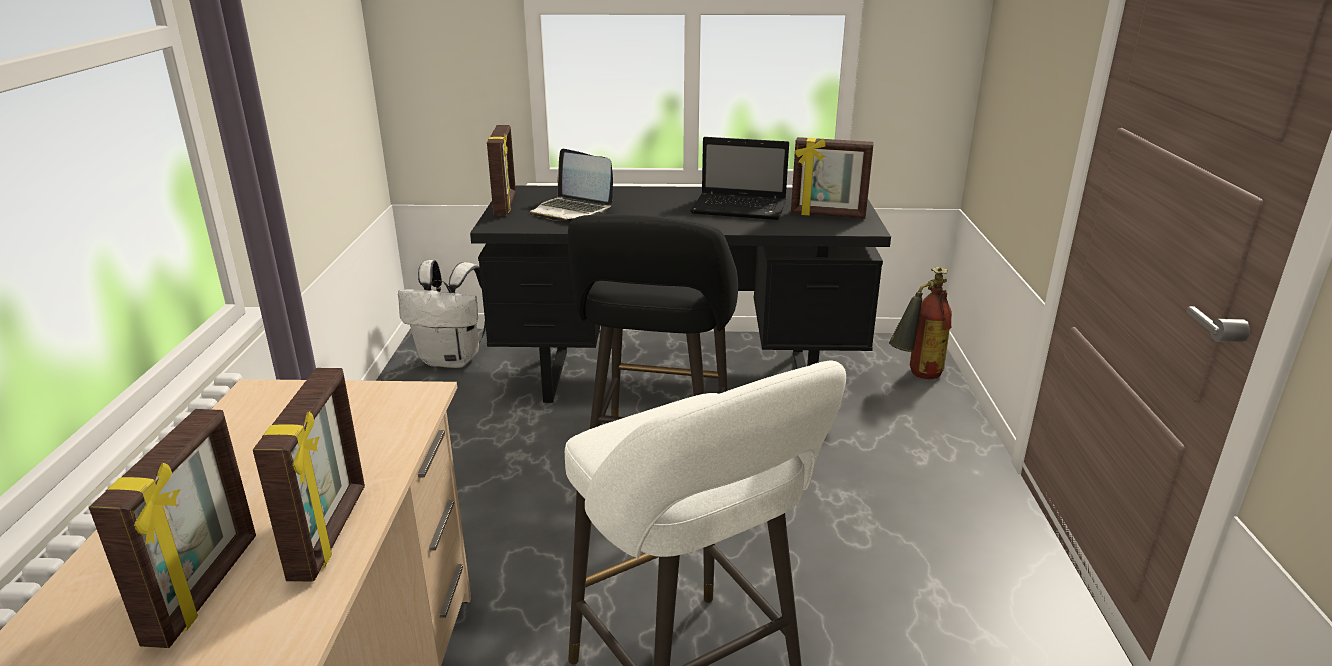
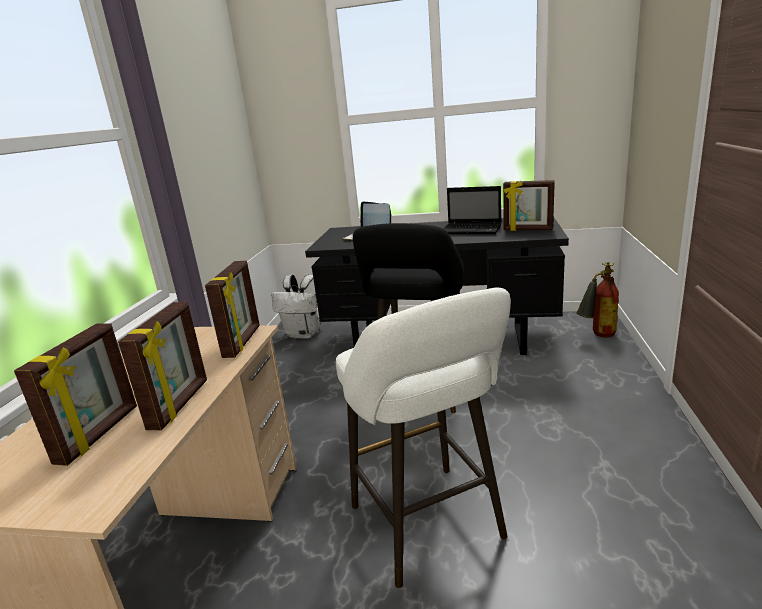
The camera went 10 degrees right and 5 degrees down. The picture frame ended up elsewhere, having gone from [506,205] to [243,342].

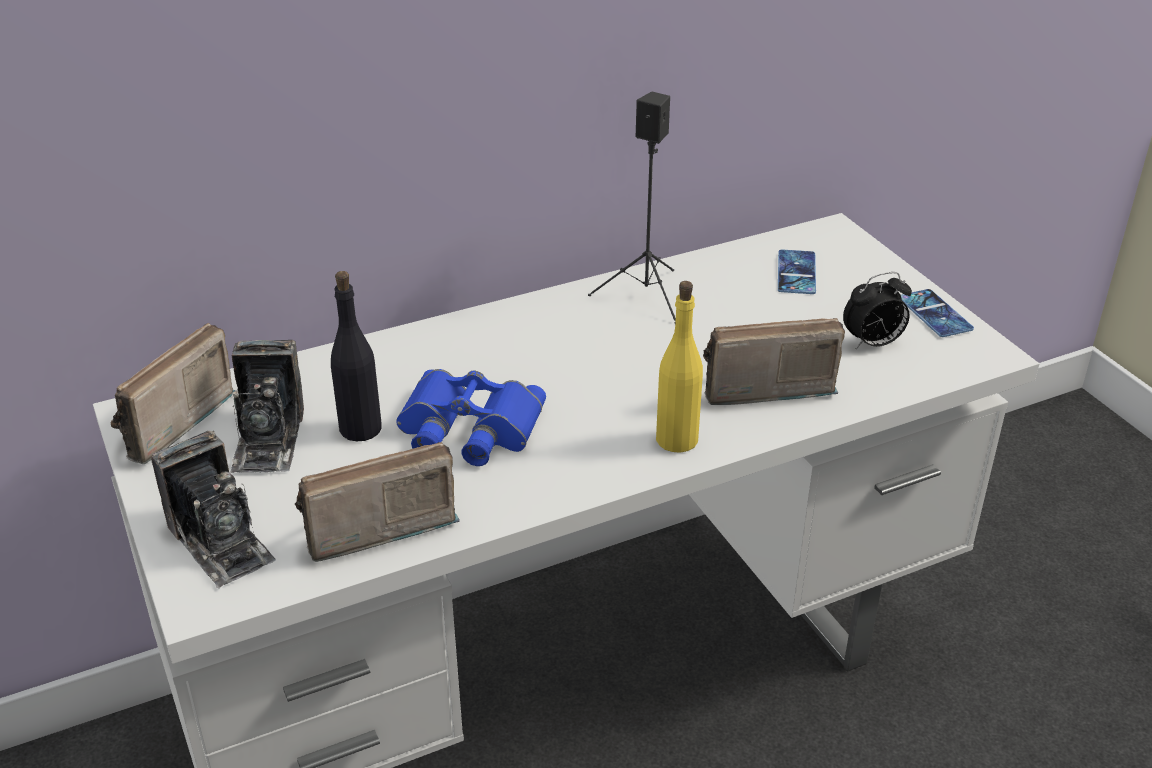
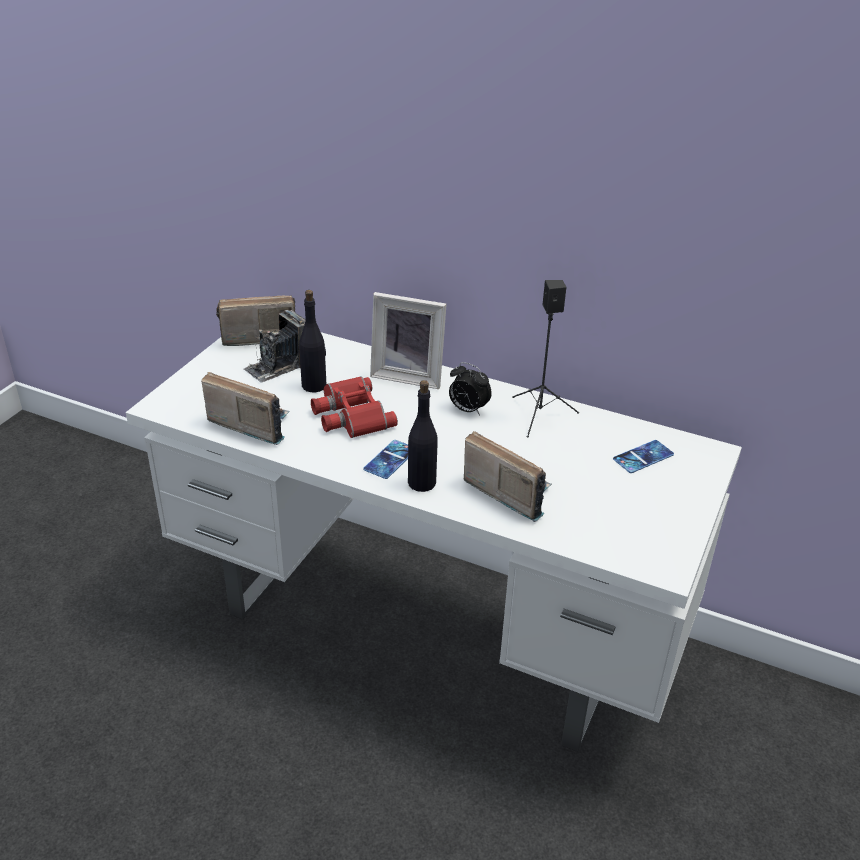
The camera went 50 degrees right and 0 degrees up. The second view lost the photo camera at [221,542]. What was the binoculars (blue) at [467,429] turned into the binoculars (red) at [350,415]. What was the bottle (yellow) at [676,439] turned into the bottle (black) at [422,483]. The alarm clock ended up elsewhere, having gone from [872,344] to [467,410]. The phone ended up elsewhere, having gone from [935,314] to [390,459]. The second view gained the picture frame at [408,375].

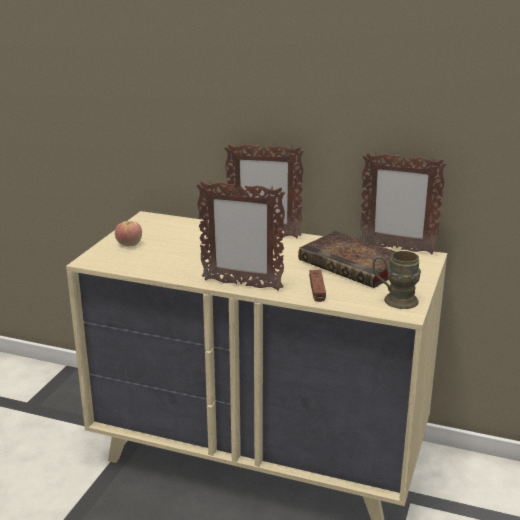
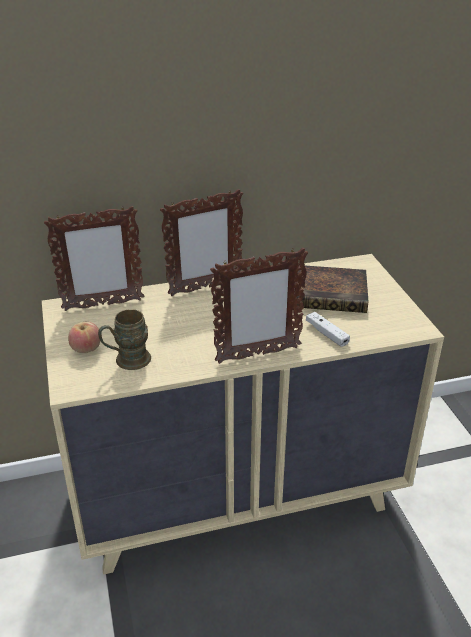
The camera went 35 degrees left and 10 degrees up. What was the game controller (brown) at [317,290] turned into the game controller (white) at [326,334]. The picture frame ended up elsewhere, having gone from [396,248] to [102,305]. The mug (brown) ended up elsewhere, having gone from [394,300] to [127,361].

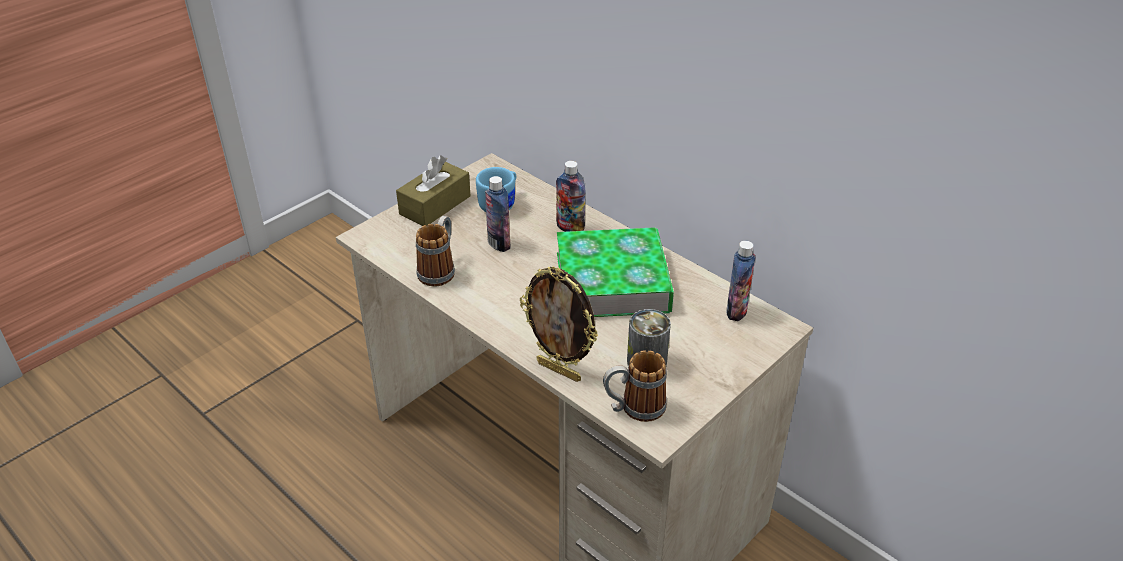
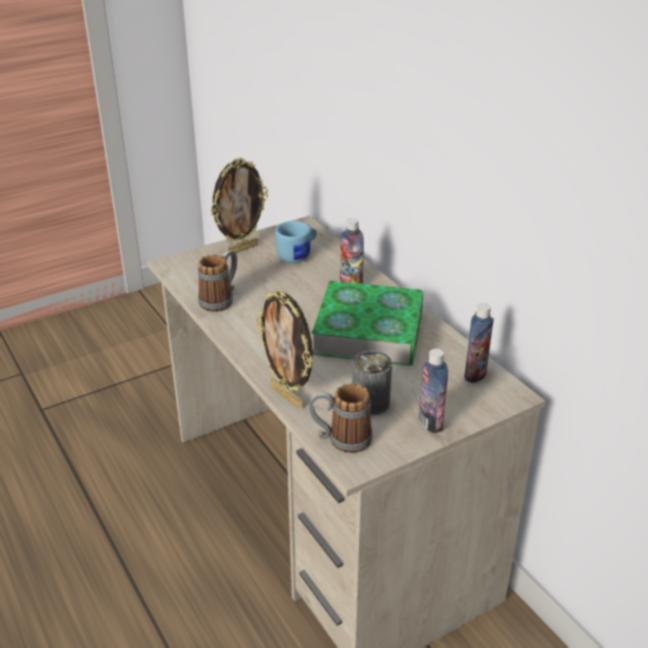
The camera went 15 degrees right and 5 degrees down. Where the tissue box (brown) stood at [435,205], the picture frame came to stand at [241,249]. The bottle ended up elsewhere, having gone from [499,244] to [430,422].

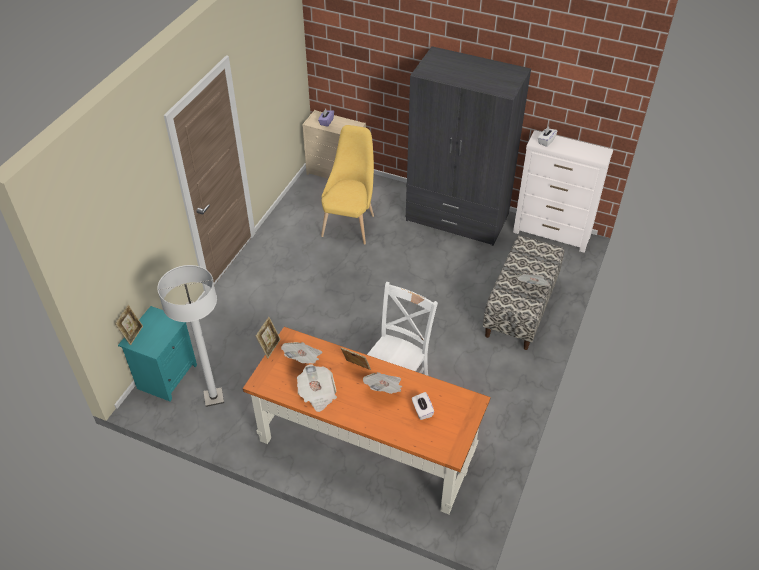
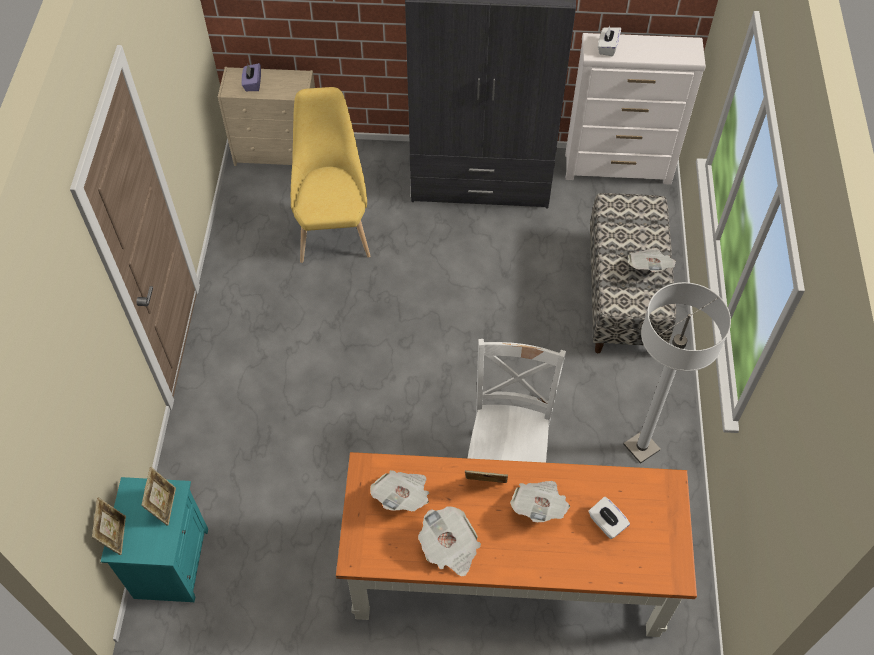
The camera went 20 degrees left and 10 degrees up. The floor lamp (white) ended up elsewhere, having gone from [214,398] to [641,447]. The picture frame ended up elsewhere, having gone from [269,347] to [164,505].

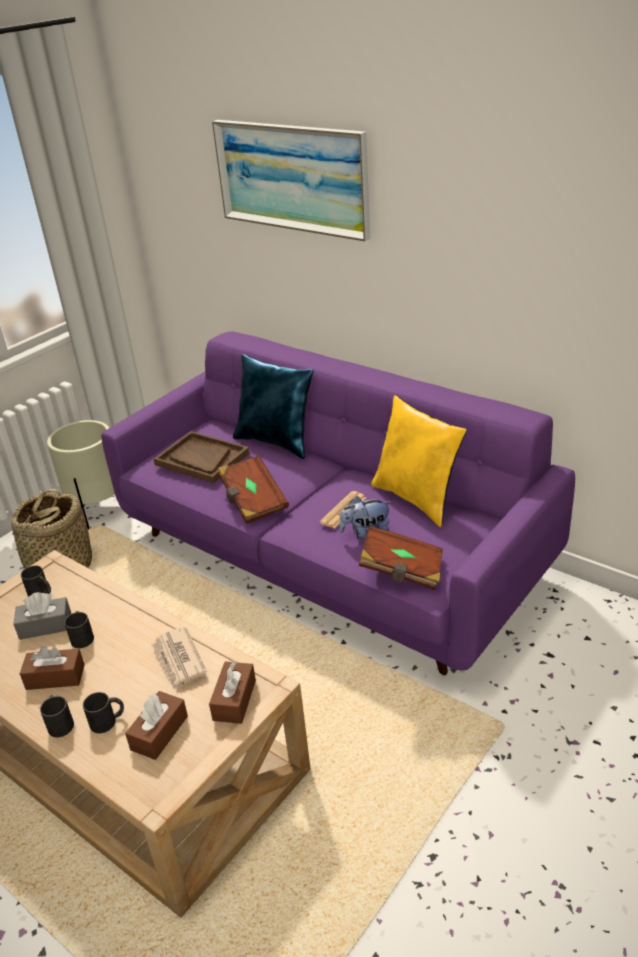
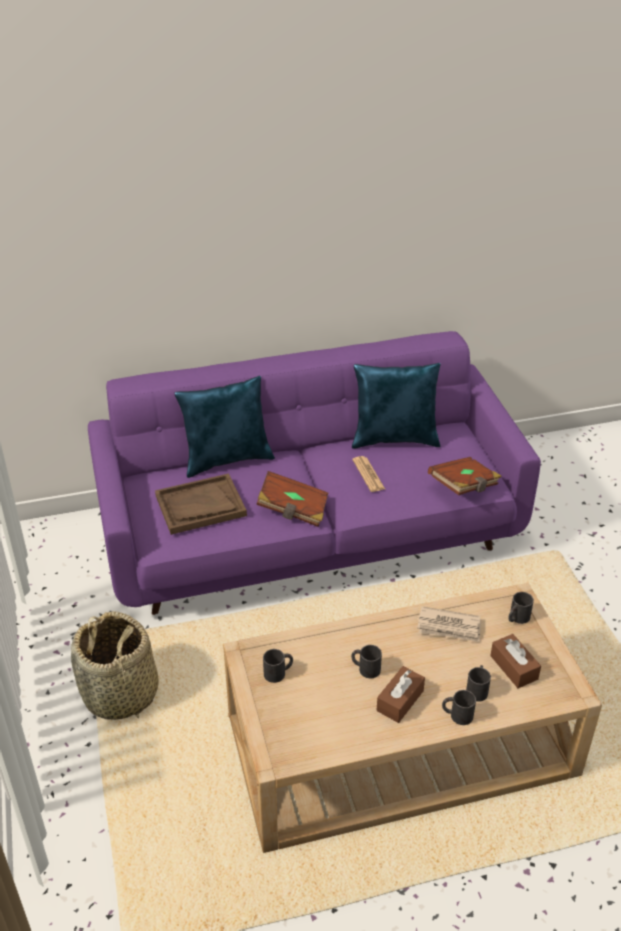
The camera went 55 degrees left and 5 degrees up. The second view lost the tissue box (grey) at [45,626]. The second view lost the planter (beige) at [99,511]. Where the tissue box (brown) stood at [234,700], the mug (black) came to stand at [517,618]. The second view lost the picture at [291,177]. The second view lost the plush toy at [366,533]. What was the pillow (yellow) at [417,499] turned into the pillow (blue) at [395,439].

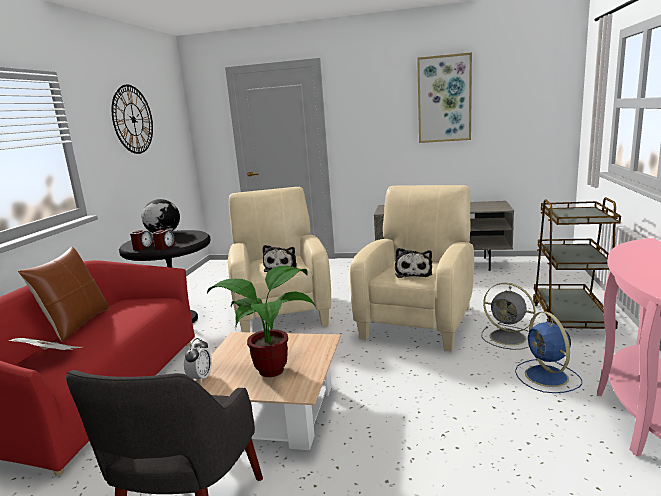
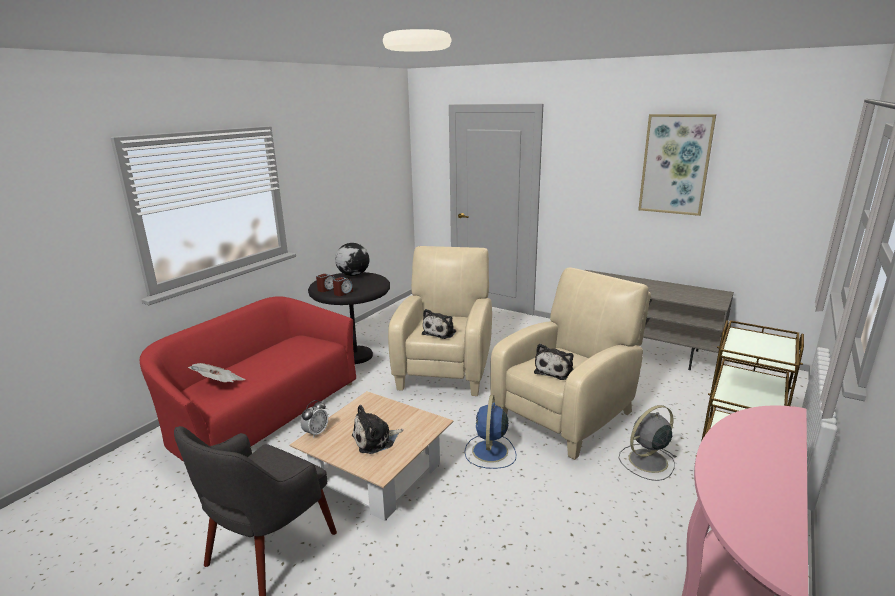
The camera went 20 degrees right and 5 degrees up. The second view lost the pillow (brown) at [76,324]. The second view lost the wall clock at [133,119]. Where the potted plant stood at [274,368], the plush toy came to stand at [375,440]. The fan (grey) at [509,337] ended up facing another way, 90 degrees clockwise from before. The fan (blue) ended up elsewhere, having gone from [547,377] to [490,452].

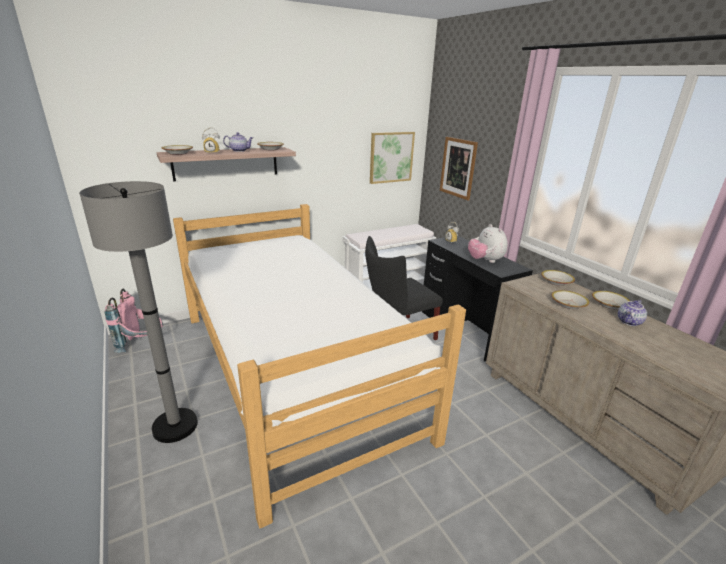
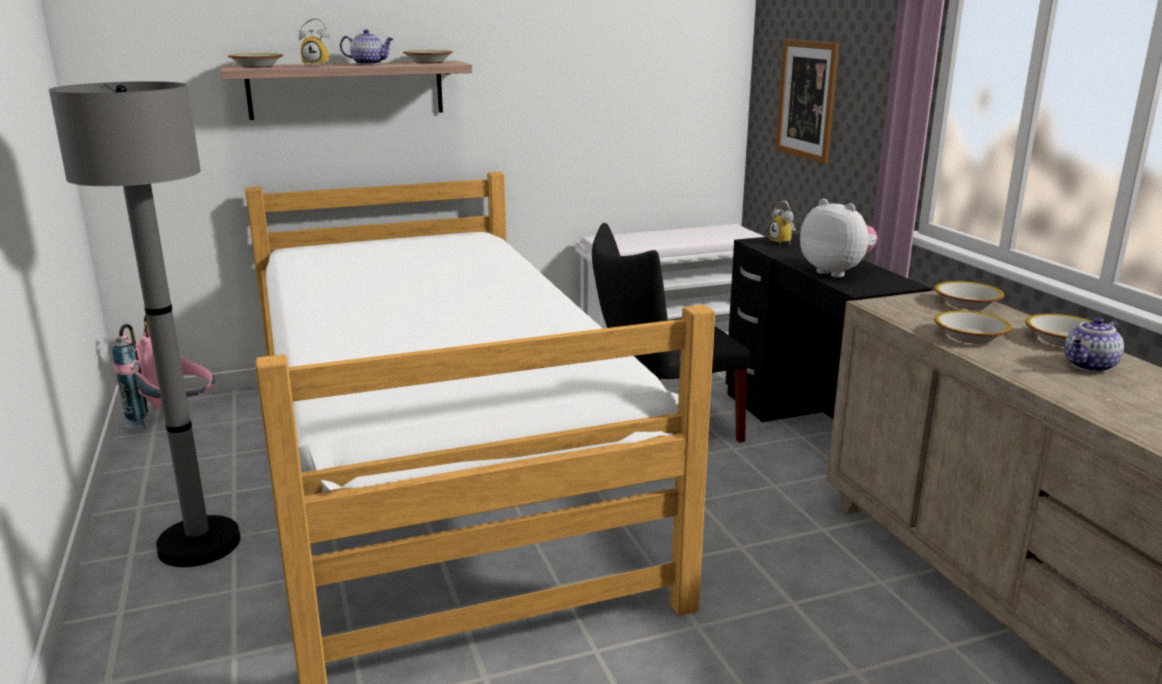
The camera went 10 degrees right and 5 degrees down. The second view lost the picture at [391,157]. The plush toy at [485,261] ended up facing another way, 150 degrees clockwise from before.

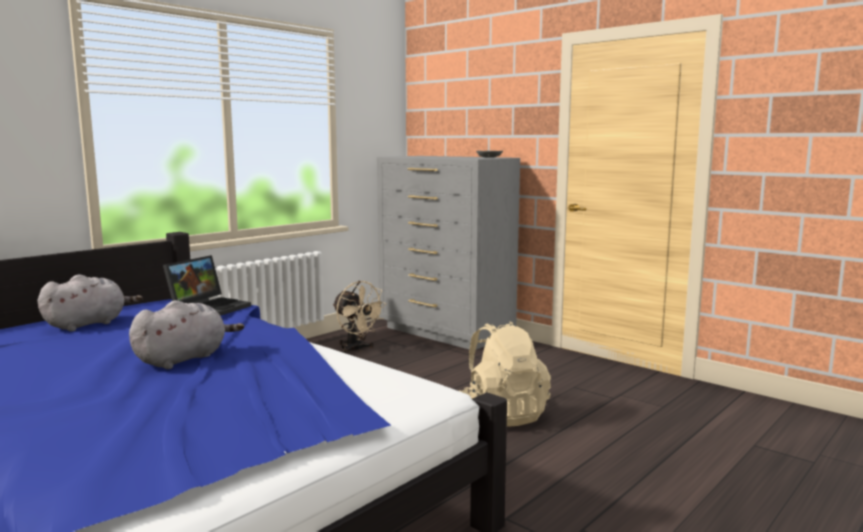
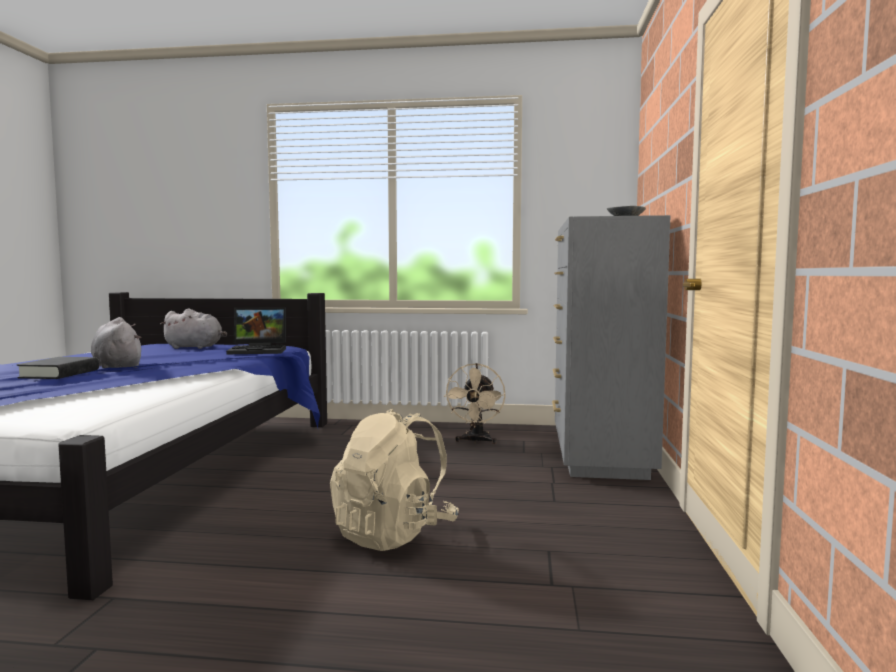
The camera went 55 degrees right and 5 degrees down. The plush toy (grey) at [184,359] ended up facing another way, 135 degrees counterclockwise from before. The second view gained the book (black) at [60,374].

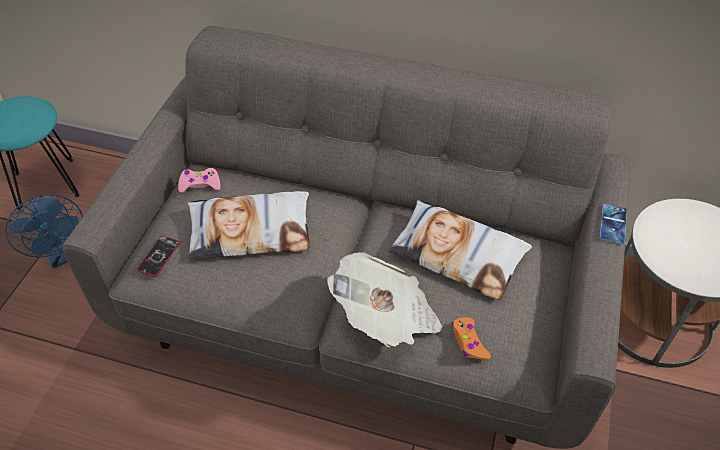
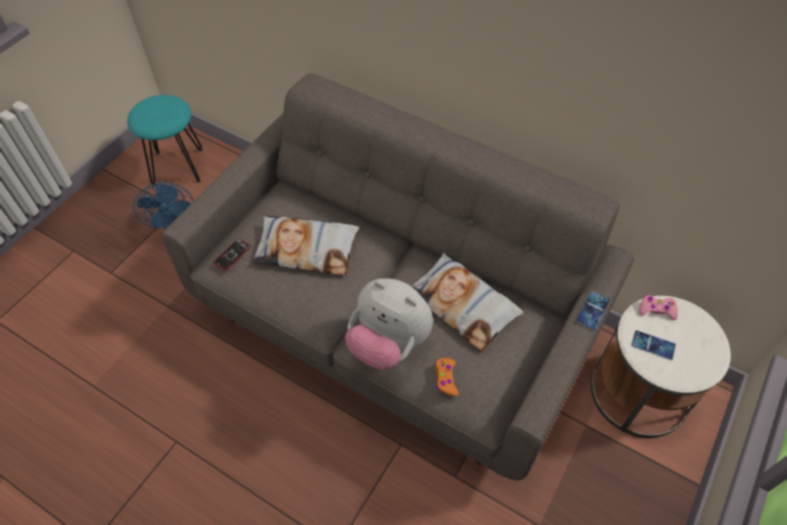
The camera went 15 degrees right and 5 degrees up. The game controller (pink) ended up elsewhere, having gone from [200,184] to [656,310]. Where the newspaper stood at [386,317], the plush toy came to stand at [388,343]. The second view gained the phone at [653,345].

